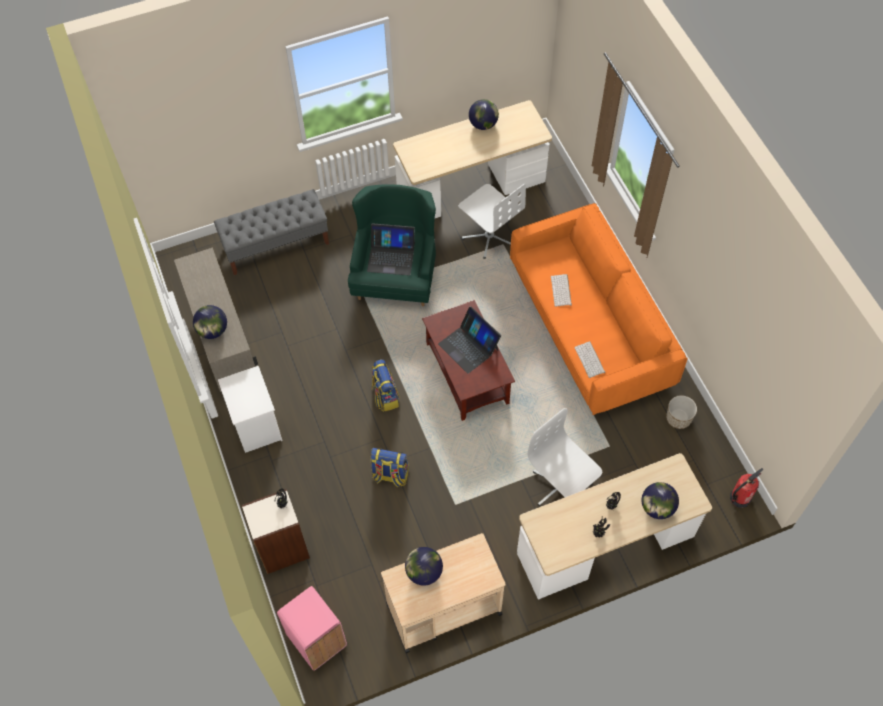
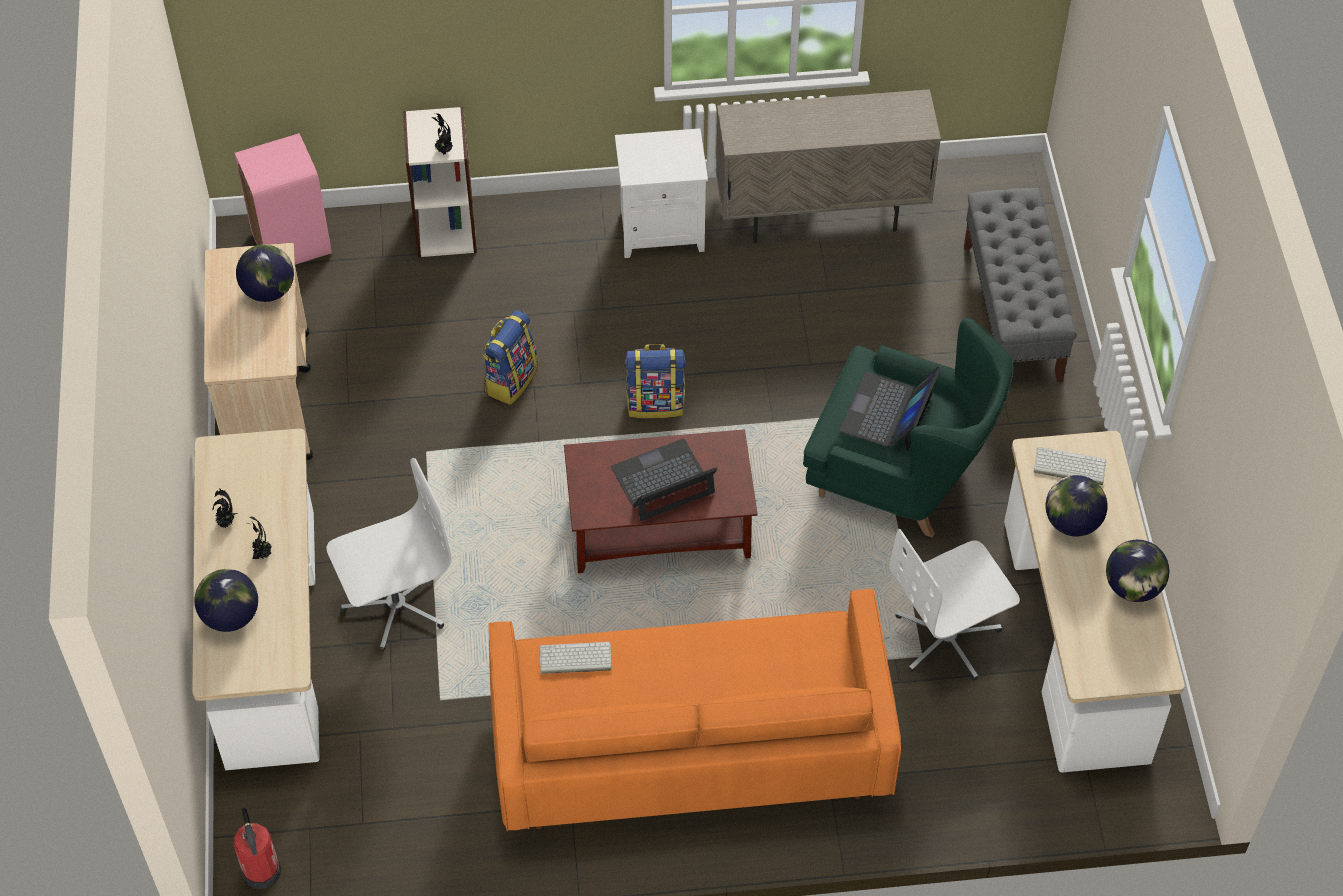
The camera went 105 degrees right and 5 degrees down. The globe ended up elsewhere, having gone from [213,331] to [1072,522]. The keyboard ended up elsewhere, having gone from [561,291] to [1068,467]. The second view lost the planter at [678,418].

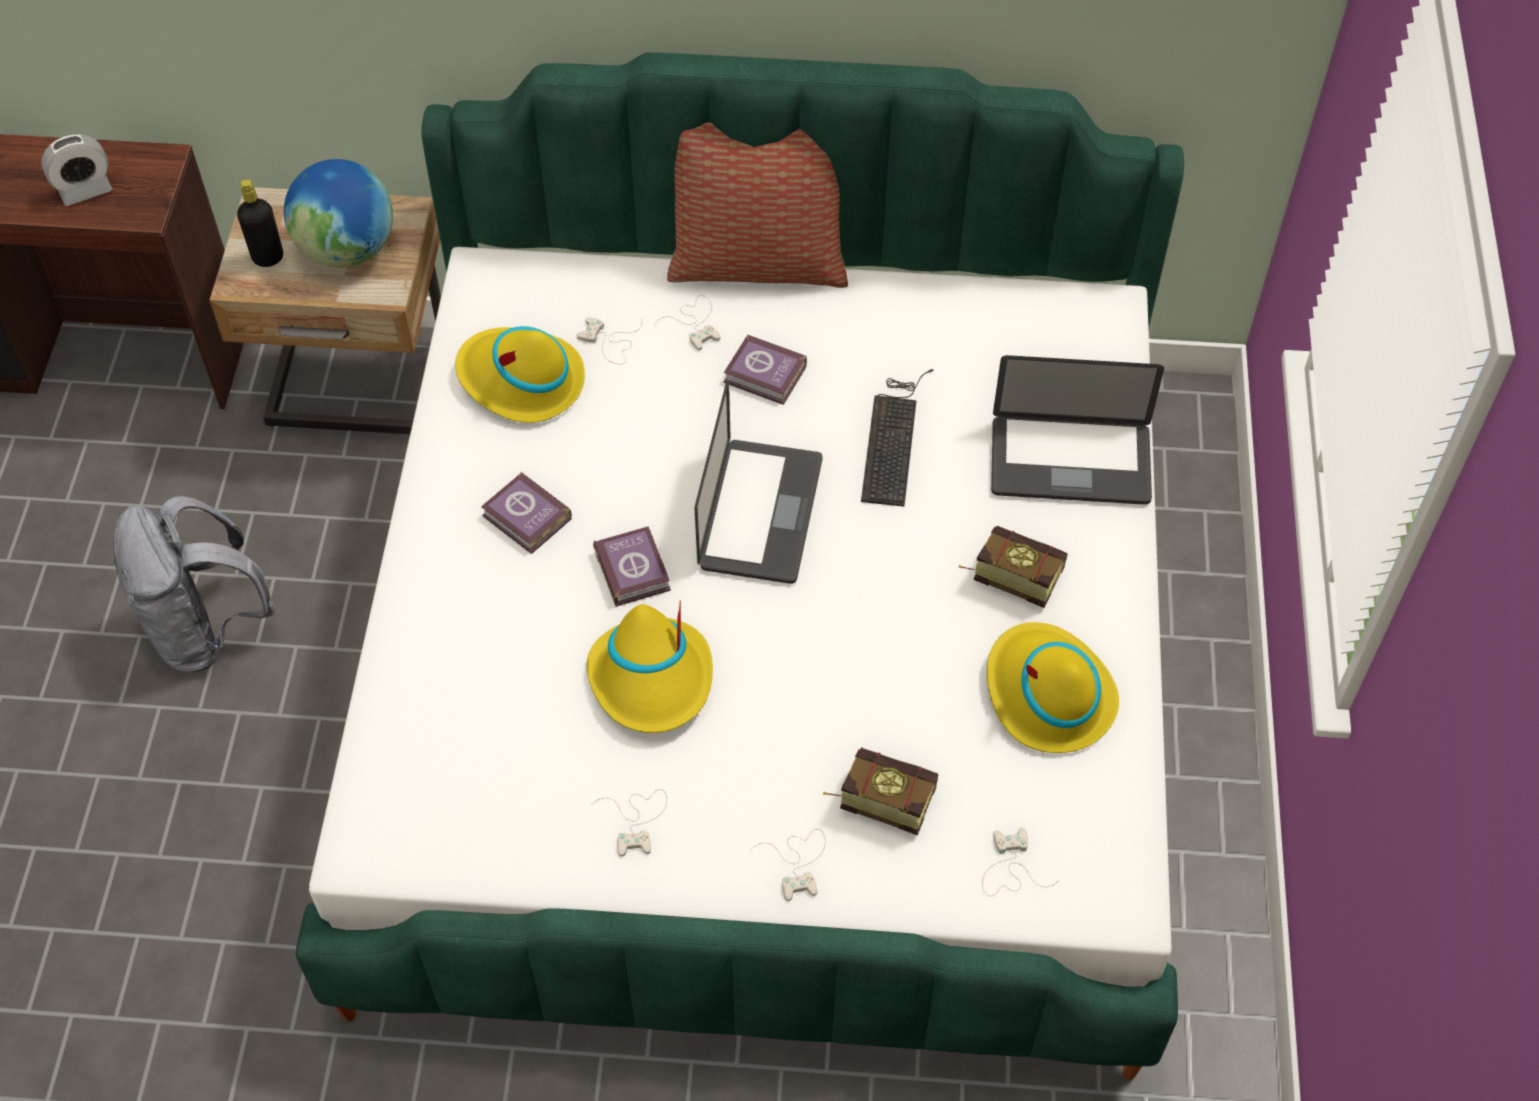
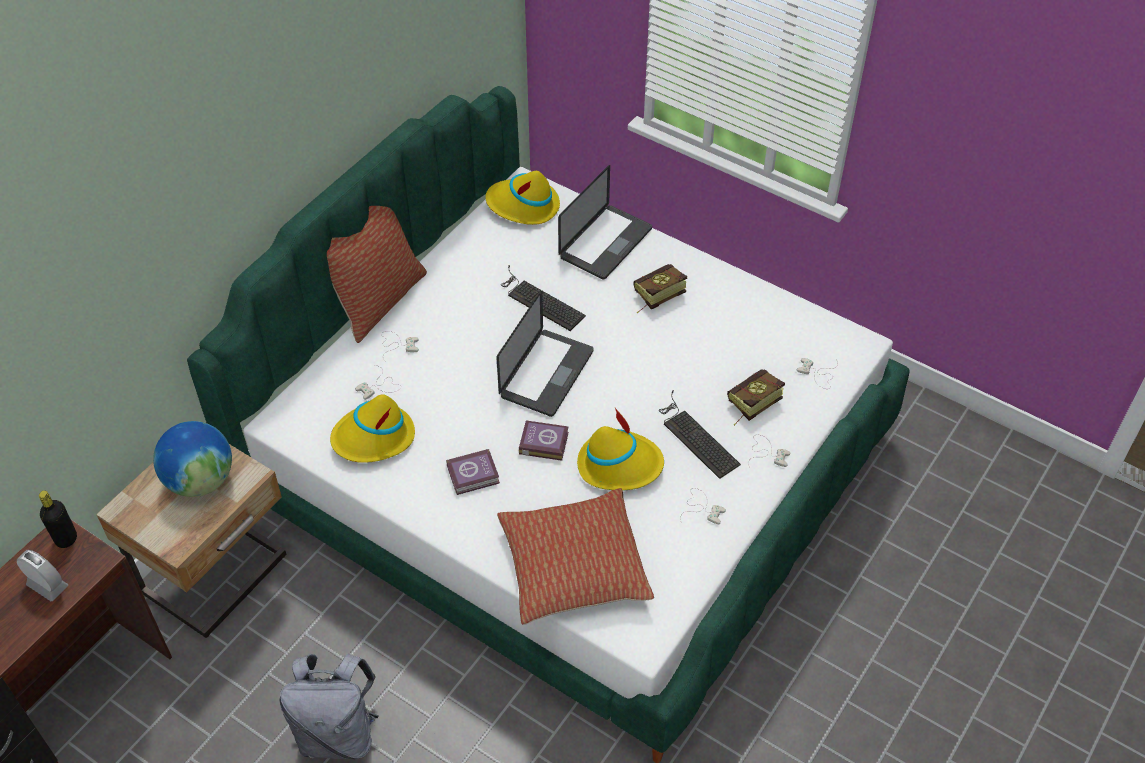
The camera went 60 degrees left and 5 degrees down. The alarm clock at [85,190] ended up facing another way, 60 degrees counterclockwise from before. The bottle (black) ended up elsewhere, having gone from [268,257] to [66,539]. The laptop at [760,513] ended up facing another way, 75 degrees clockwise from before. The second view lost the book at [766,376]. The hat (yellow) ended up elsewhere, having gone from [1047,694] to [523,206]. The second view gained the pillow at [573,567]. The second view gained the keyboard at [695,436].

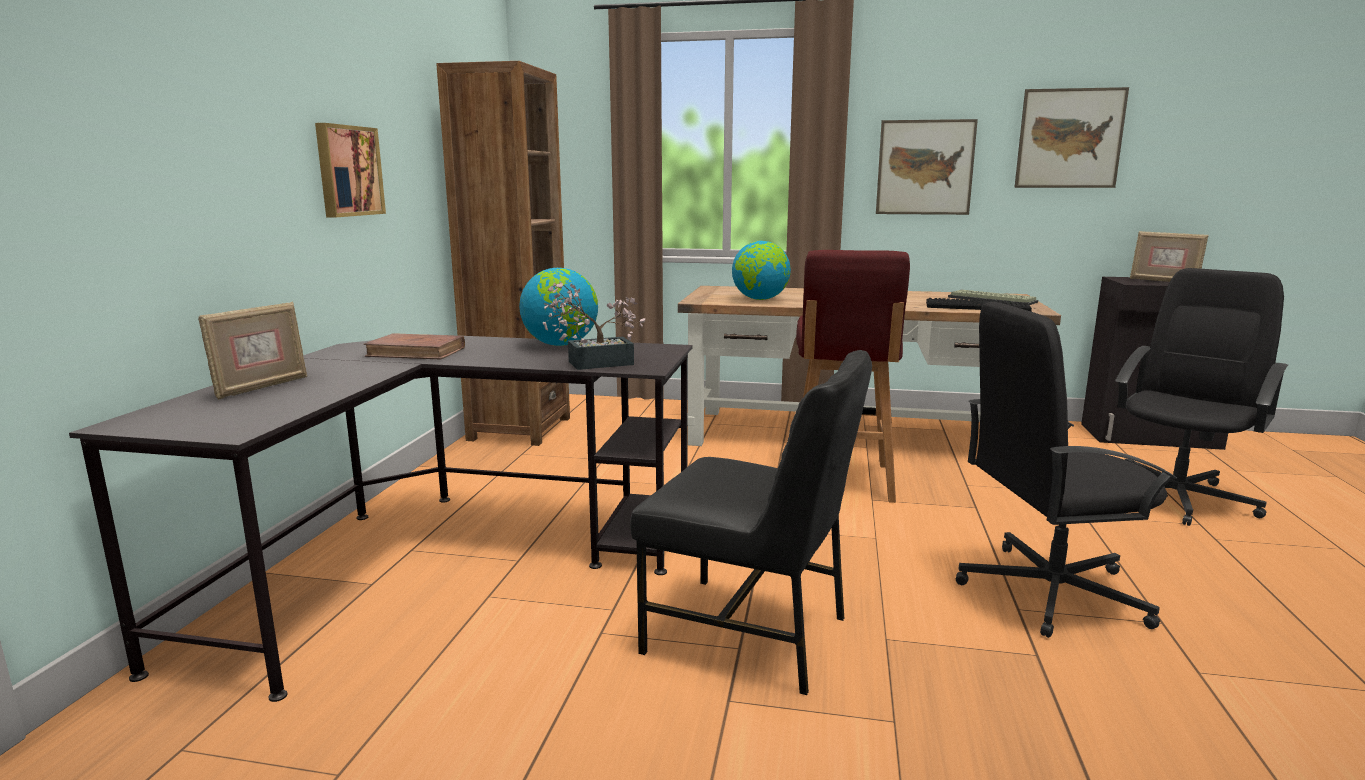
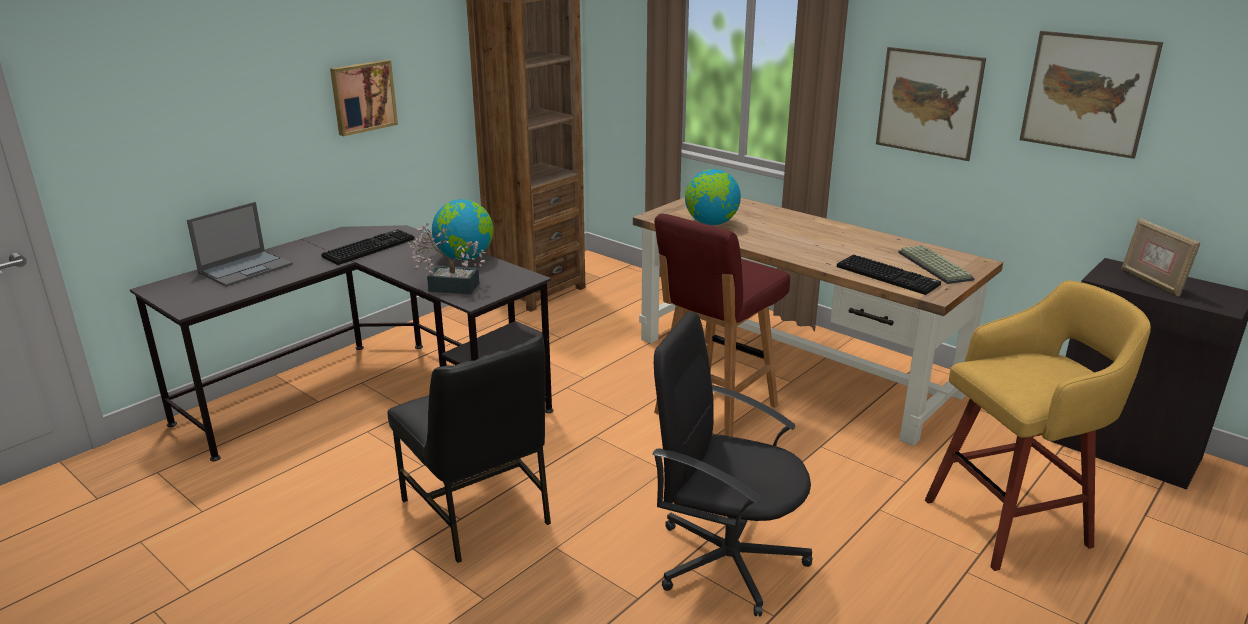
The camera went 30 degrees right and 10 degrees up. Where the picture frame stood at [261,387], the laptop came to stand at [246,268]. Where the book (brown) stood at [416,352], the keyboard came to stand at [369,247]. Where the office chair (black) stood at [1177,497], the stool (yellow) came to stand at [1011,522].

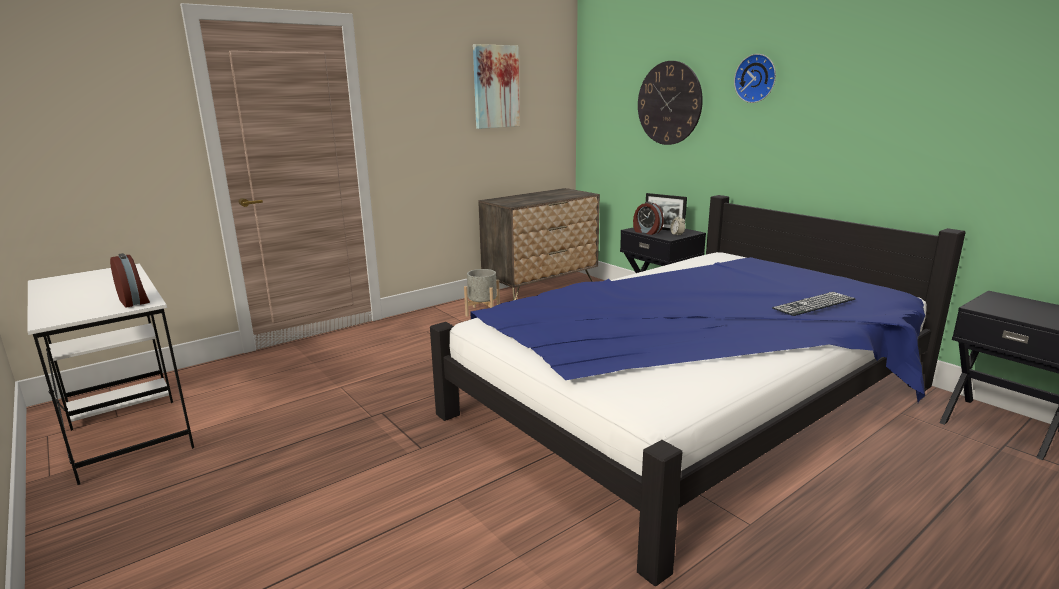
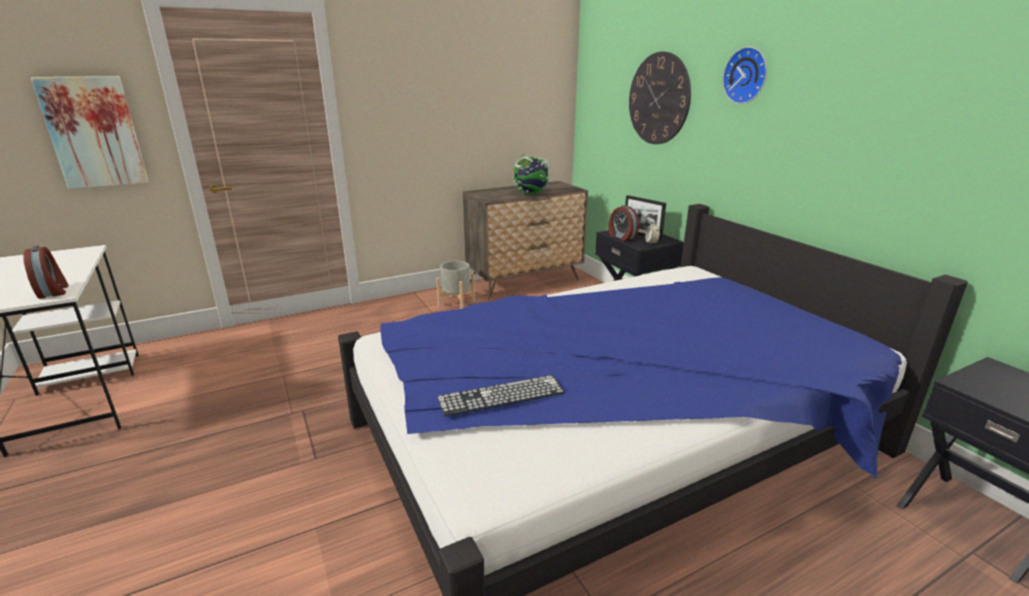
The camera went 10 degrees right and 5 degrees up. The picture ended up elsewhere, having gone from [495,87] to [94,132]. The keyboard ended up elsewhere, having gone from [814,304] to [501,395]. The second view gained the globe at [531,193].

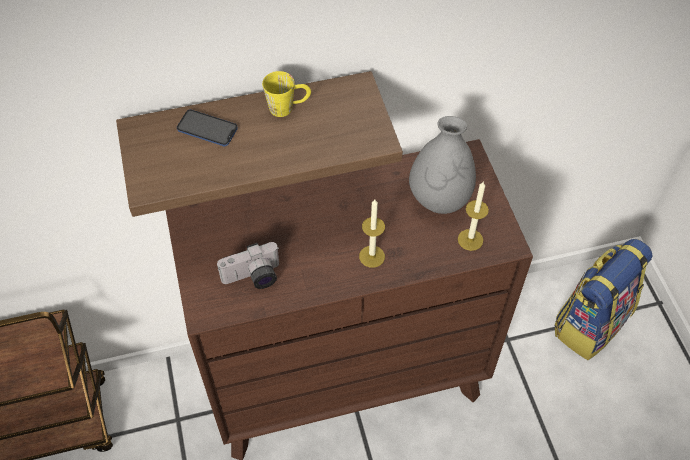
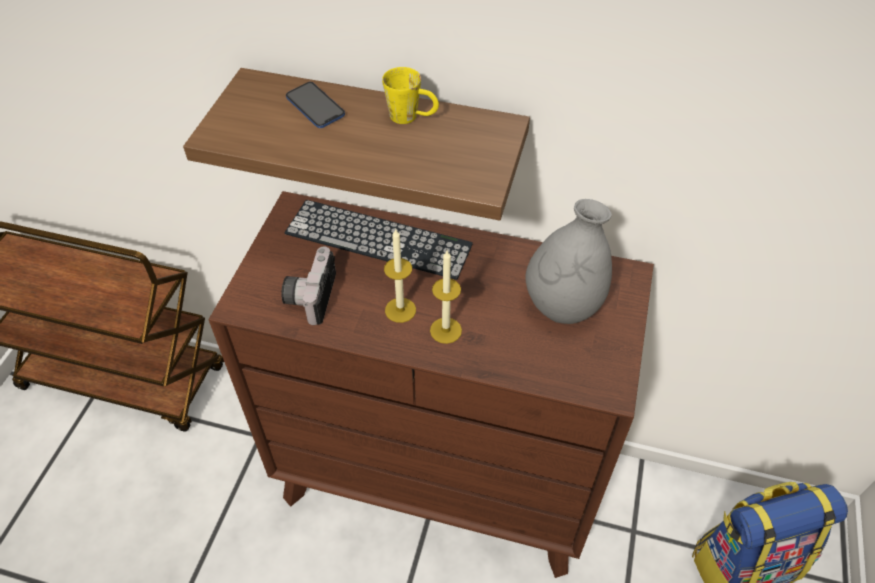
The camera went 30 degrees right and 5 degrees down. The photo camera at [253,278] ended up facing another way, 90 degrees clockwise from before. The candle ended up elsewhere, having gone from [470,239] to [400,310]. The second view gained the keyboard at [378,239].

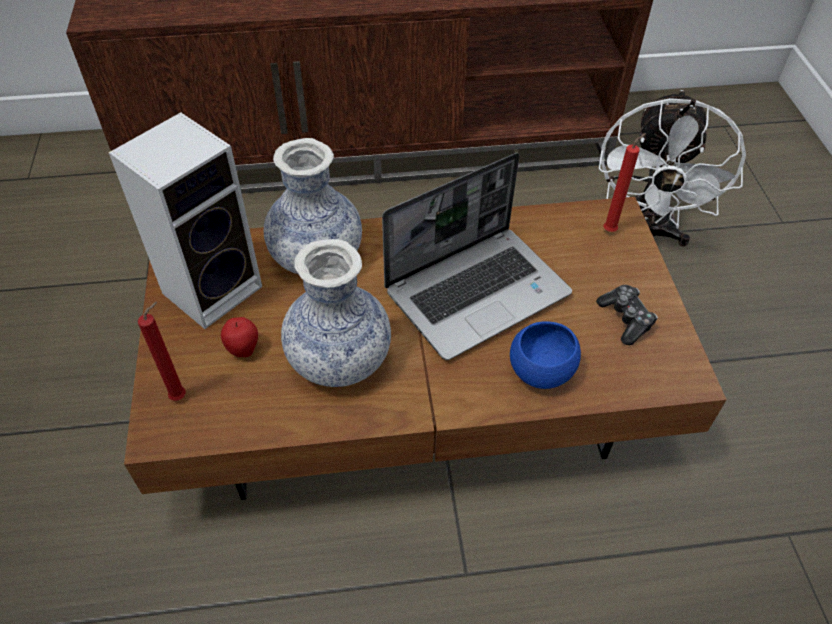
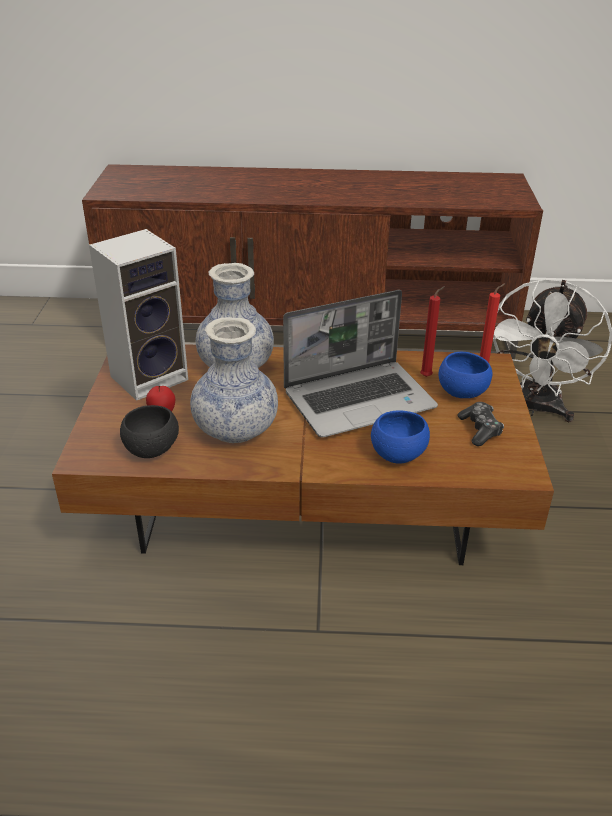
The camera went 10 degrees right and 15 degrees down. The candle (red) ended up elsewhere, having gone from [181,396] to [427,376]. The second view gained the bowl (black) at [151,449]. The second view gained the bowl (blue) at [462,393].

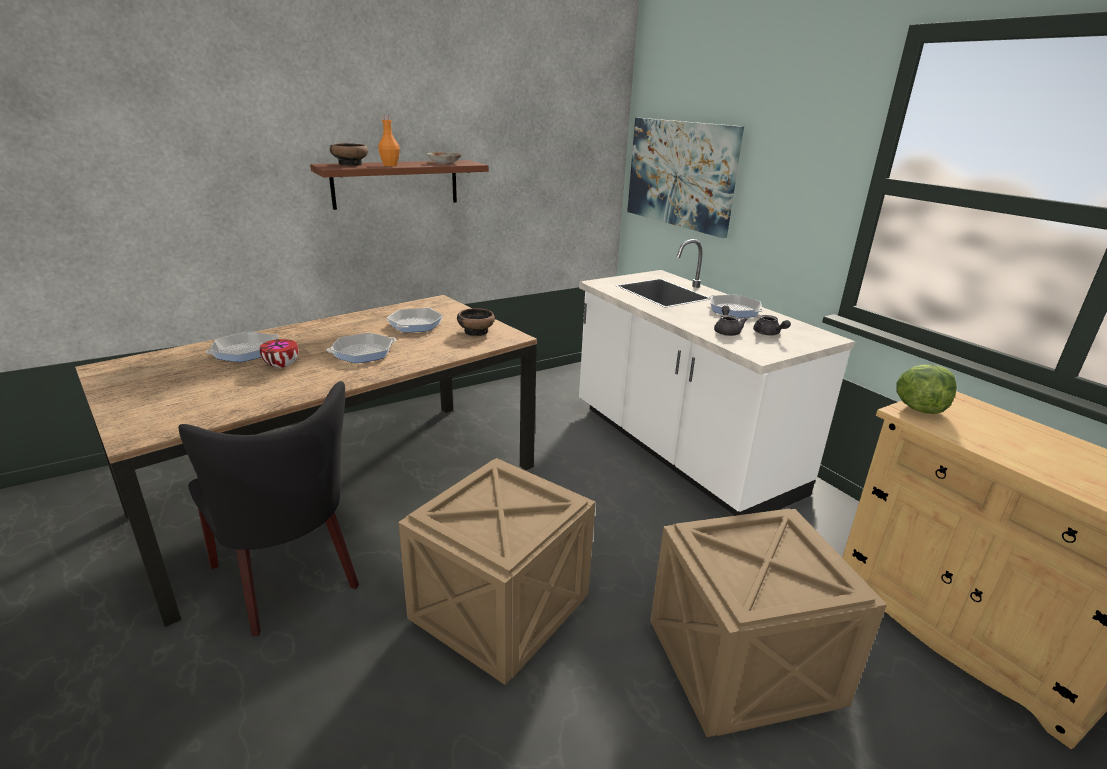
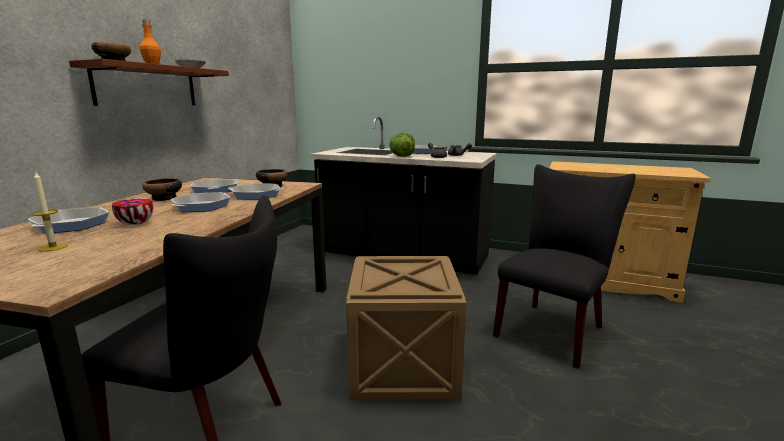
The camera went 35 degrees left and 10 degrees down. What was the counter (white) at [680,450] turned into the counter (black) at [403,255]. The second view lost the picture at [680,174]. Where the crate stood at [745,663], the chair (black) came to stand at [553,329]. The lettuce ended up elsewhere, having gone from [919,408] to [402,156]. The second view gained the candle at [53,247]. The second view gained the bowl at [164,198]. The second view gained the frying pan at [256,195].

